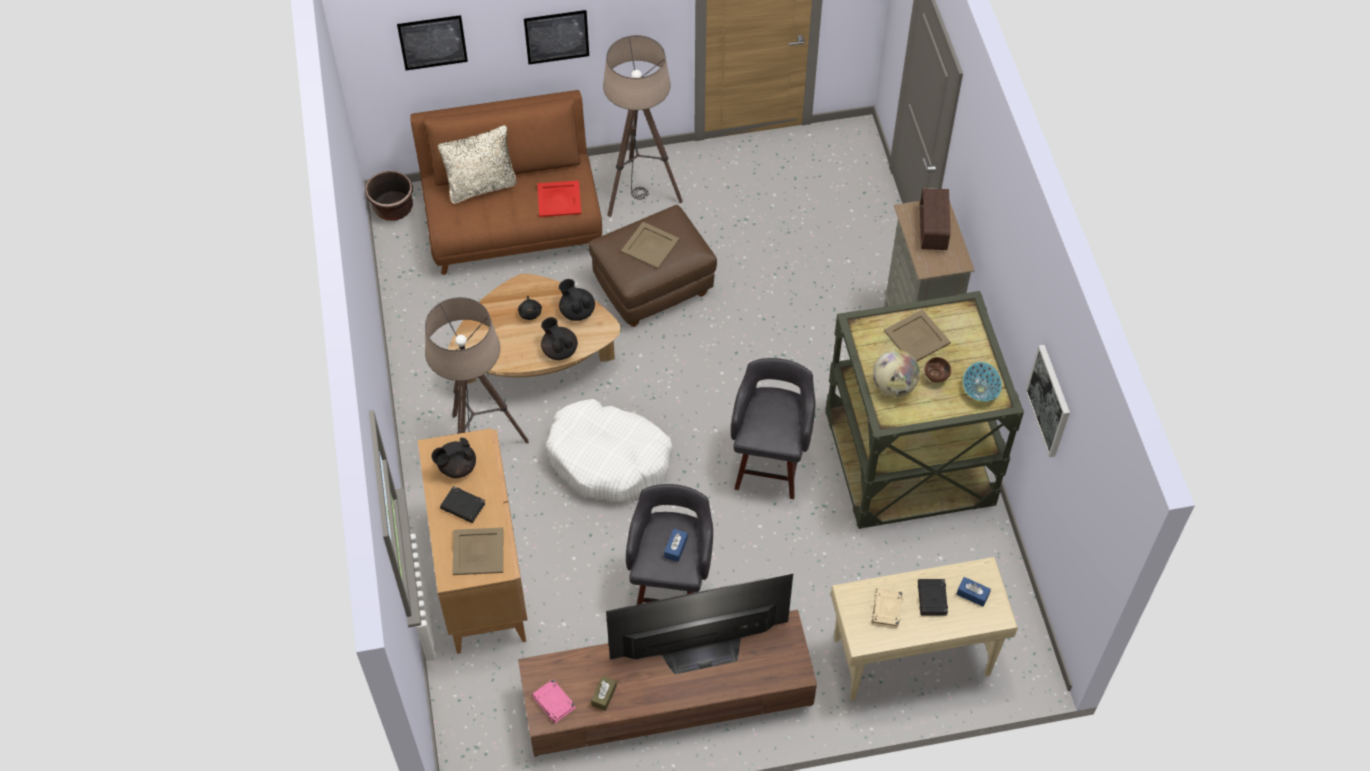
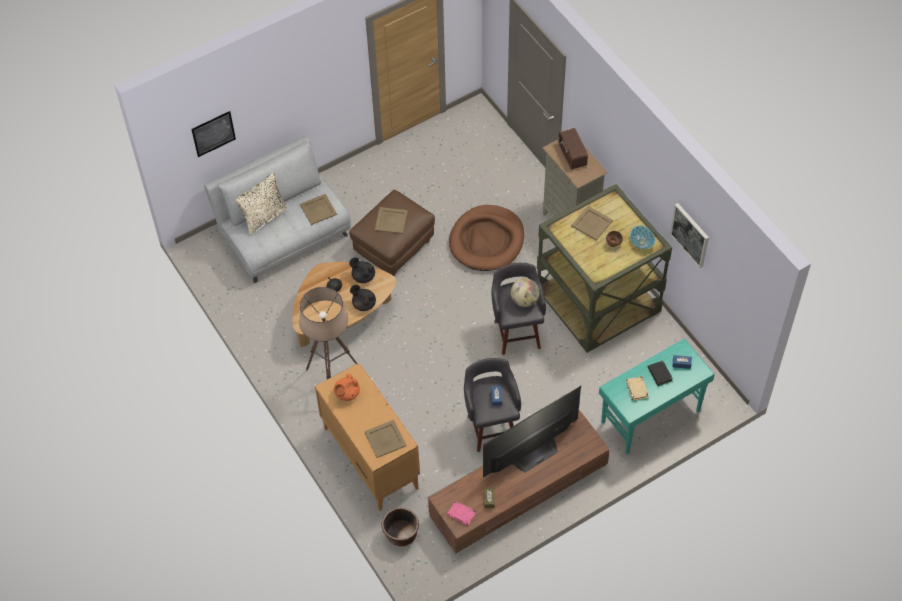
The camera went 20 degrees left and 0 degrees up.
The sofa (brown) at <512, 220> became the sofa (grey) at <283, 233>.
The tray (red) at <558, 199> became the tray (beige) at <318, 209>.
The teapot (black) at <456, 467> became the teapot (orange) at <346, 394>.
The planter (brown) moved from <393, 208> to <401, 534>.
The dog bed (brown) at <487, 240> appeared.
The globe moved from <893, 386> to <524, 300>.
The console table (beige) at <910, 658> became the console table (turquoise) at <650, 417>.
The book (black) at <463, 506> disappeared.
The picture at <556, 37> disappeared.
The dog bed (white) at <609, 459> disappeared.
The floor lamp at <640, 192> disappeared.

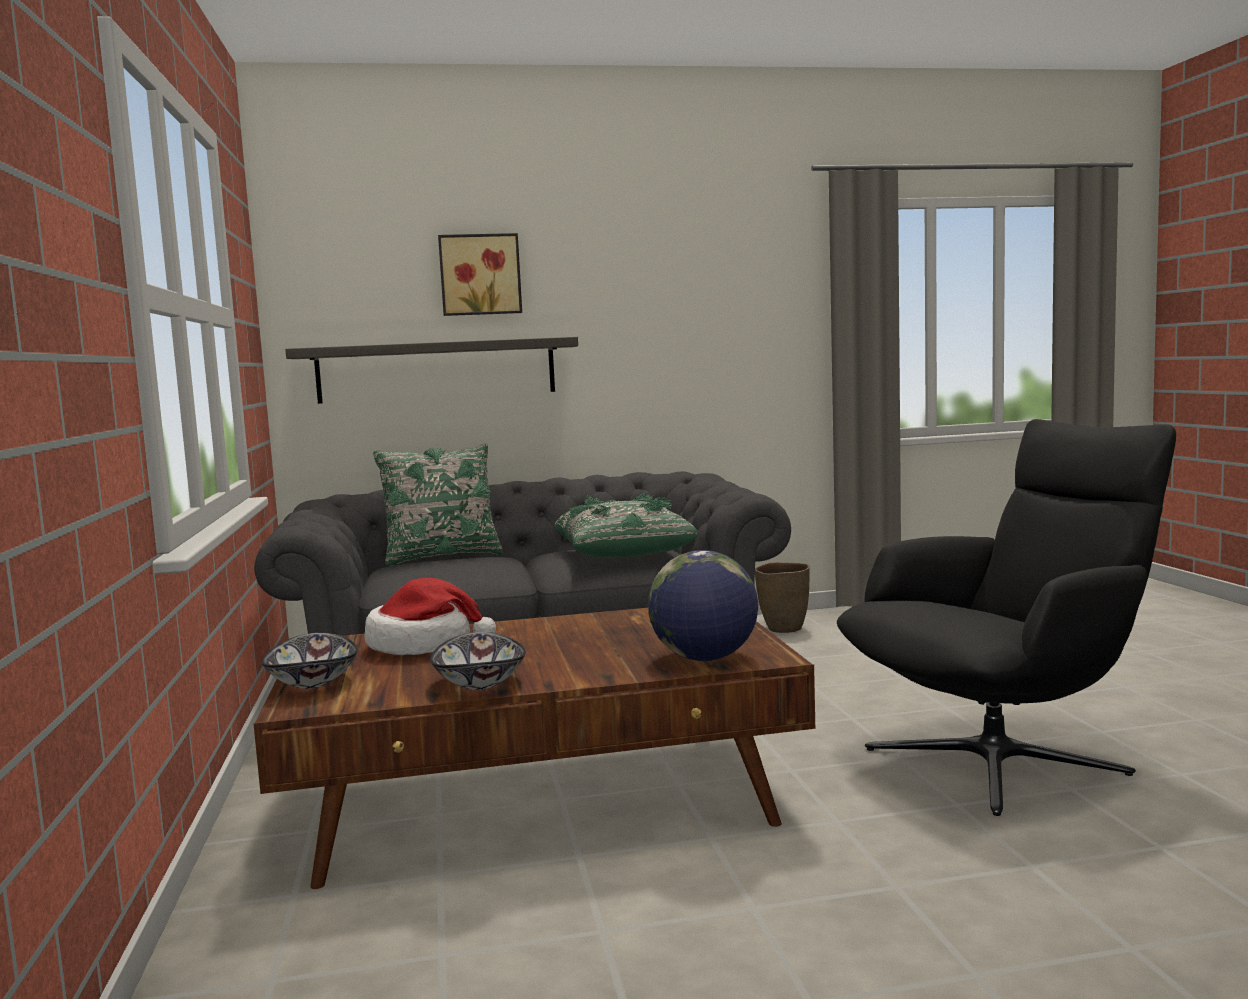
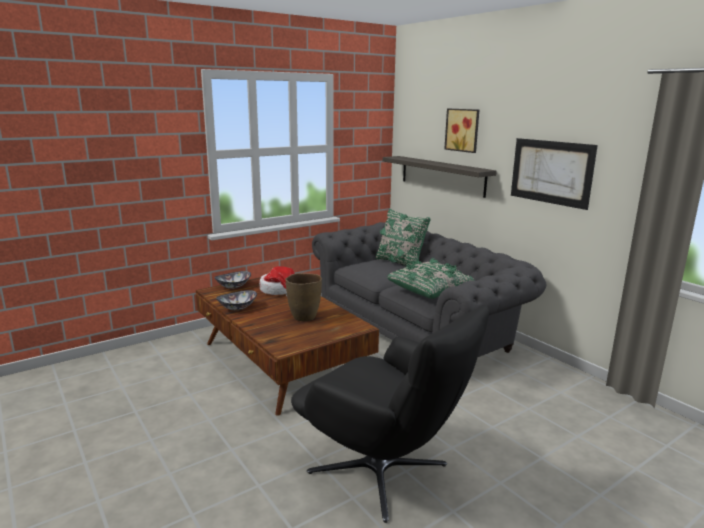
The camera went 65 degrees right and 10 degrees up.
The vase (brown) moved from <783, 629> to <304, 317>.
The picture at <551, 172> appeared.
The globe at <704, 658> disappeared.

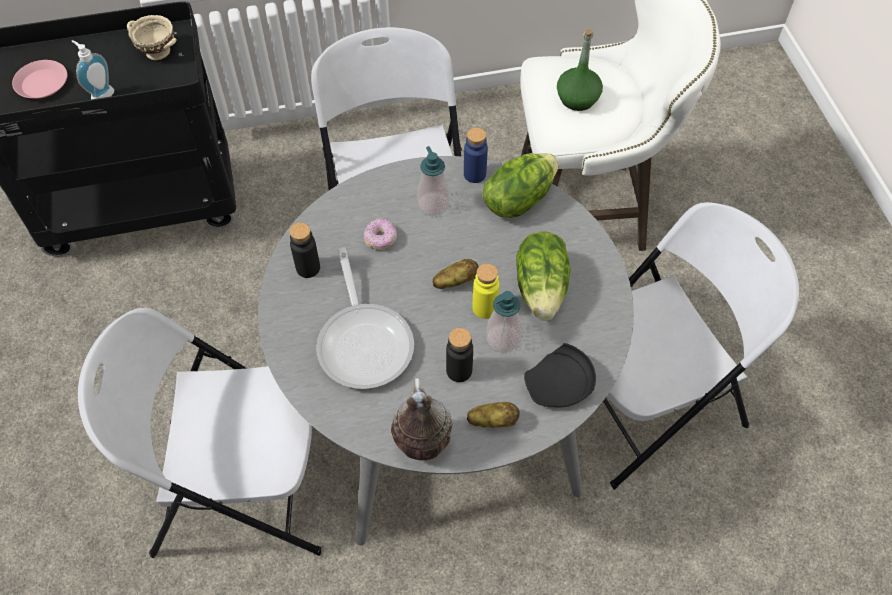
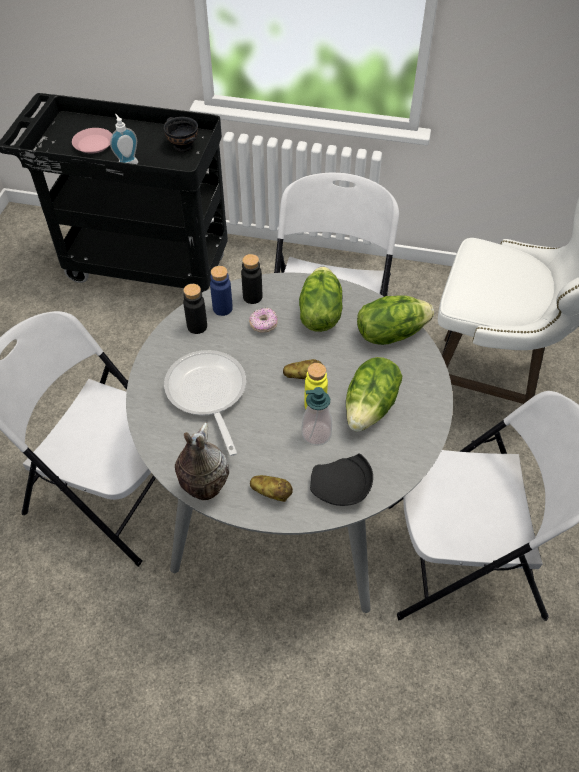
The camera went 25 degrees right and 5 degrees down.
The bowl (beige) at <158, 52> became the bowl (black) at <183, 146>.
The frying pan at <365, 341> turned 150 degrees clockwise.
The bottle (blue) moved from <474, 174> to <222, 308>.
The bottle (black) moved from <459, 371> to <252, 297>.
The soap dispenser at <433, 204> was replaced by the lettuce at <319, 314>.
The bottle (green) at <577, 99> disappeared.

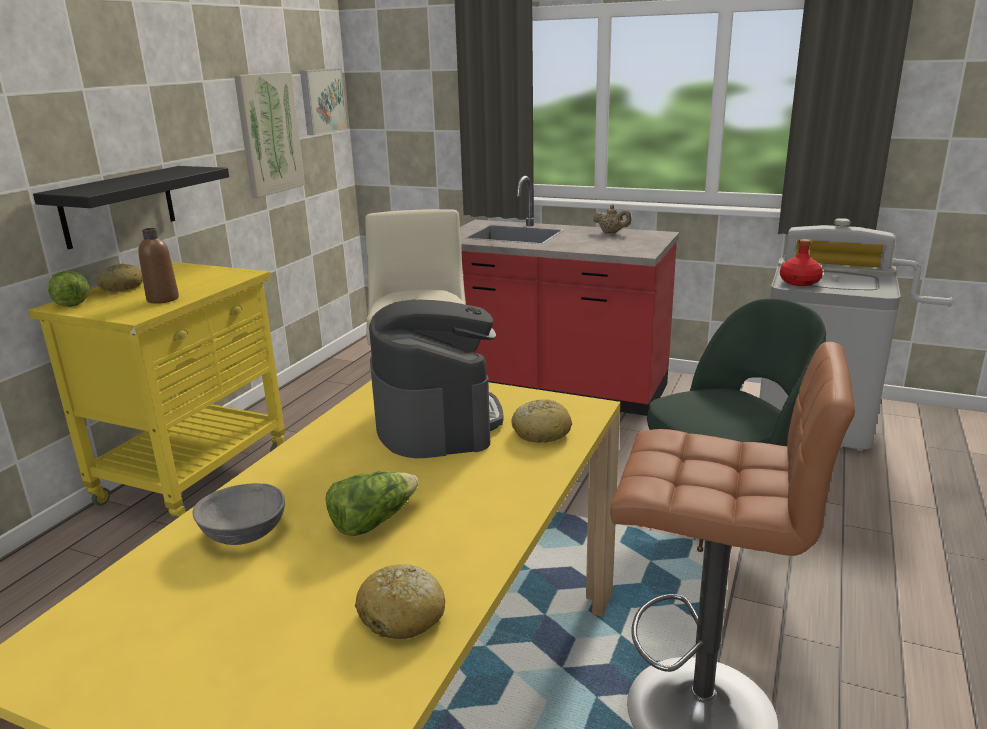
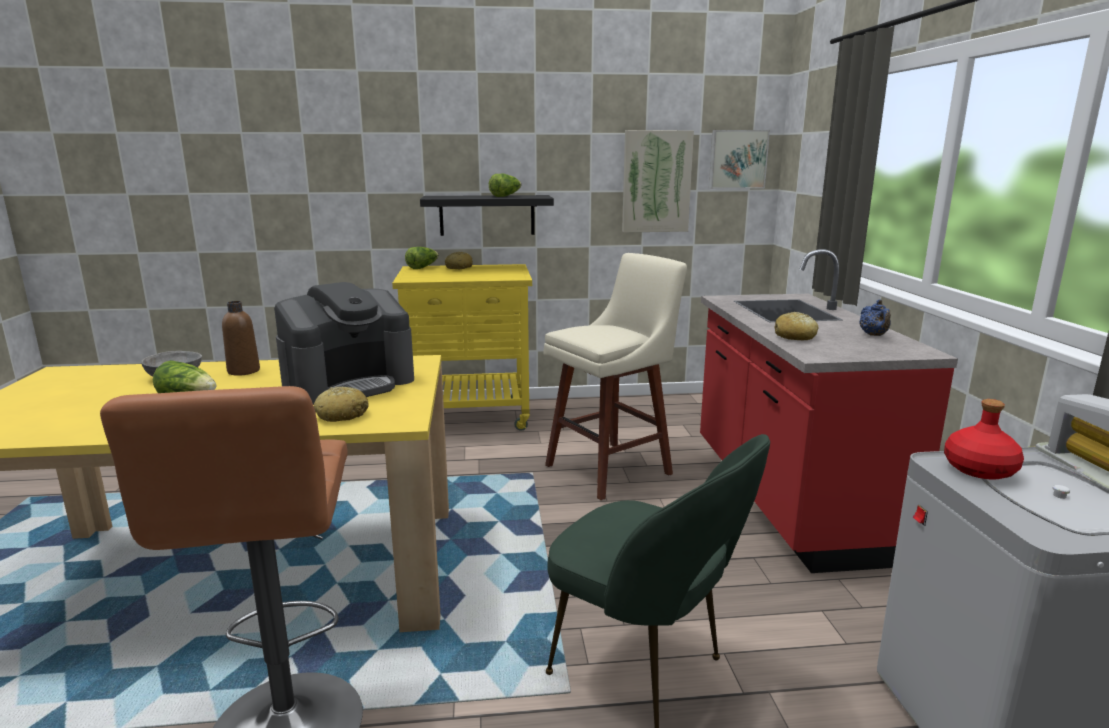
The camera went 60 degrees right and 5 degrees down.
The bottle (brown) moved from <163, 299> to <243, 371>.
The lettuce at <505, 196> appeared.
The bread moved from <402, 615> to <795, 336>.
The teapot (beige) at <611, 233> became the teapot (blue) at <874, 335>.

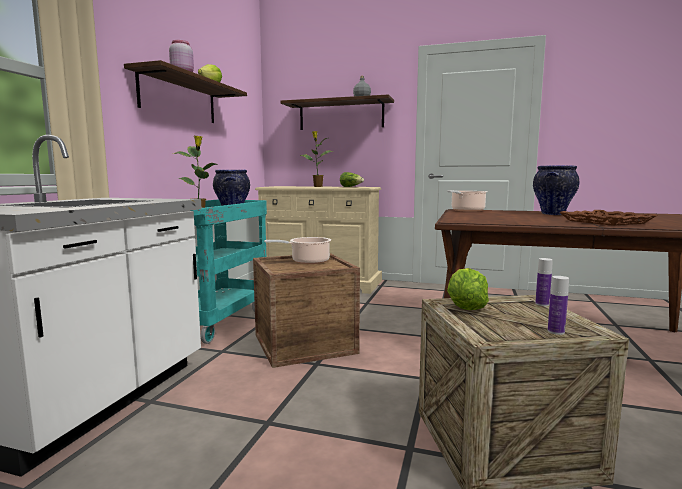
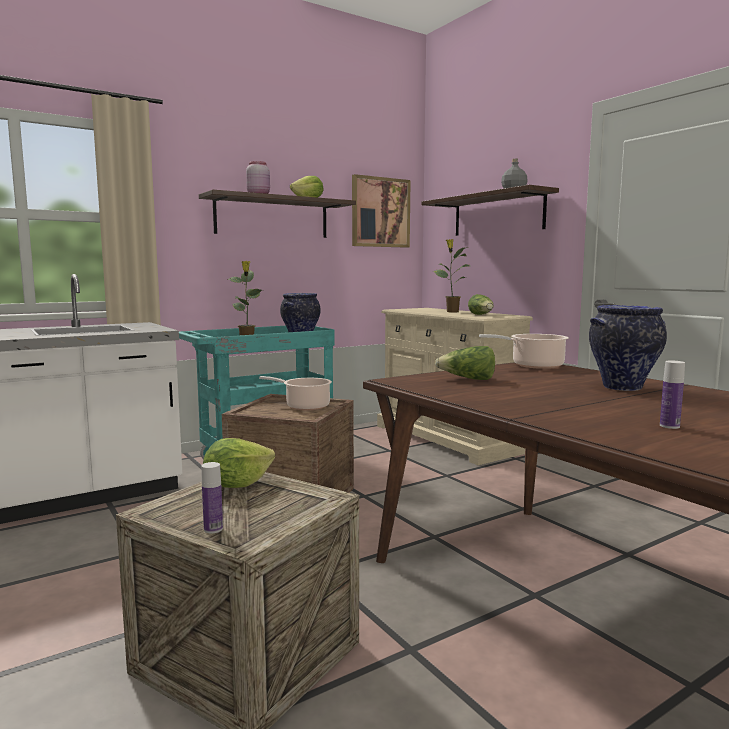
The camera went 40 degrees right and 0 degrees up.
The picture at <380, 212> appeared.
The lettuce at <468, 379> appeared.
The bottle moved from <542, 304> to <669, 426>.
The tray (brown) at <604, 222> disappeared.

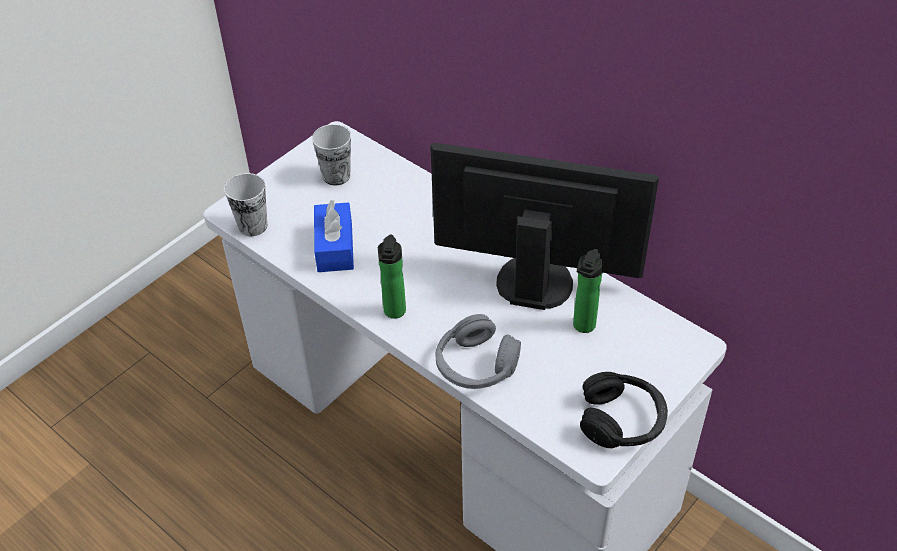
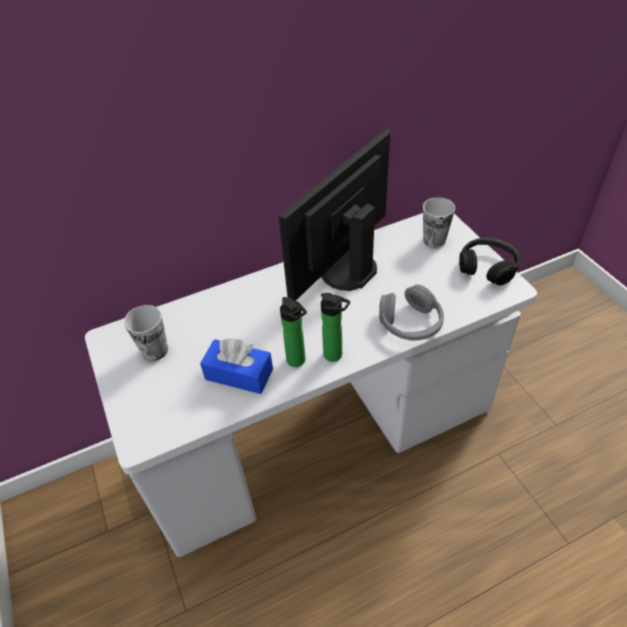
The camera went 65 degrees left and 0 degrees up.
The bottle moved from <582, 327> to <298, 361>.
The cup moved from <253, 226> to <434, 240>.

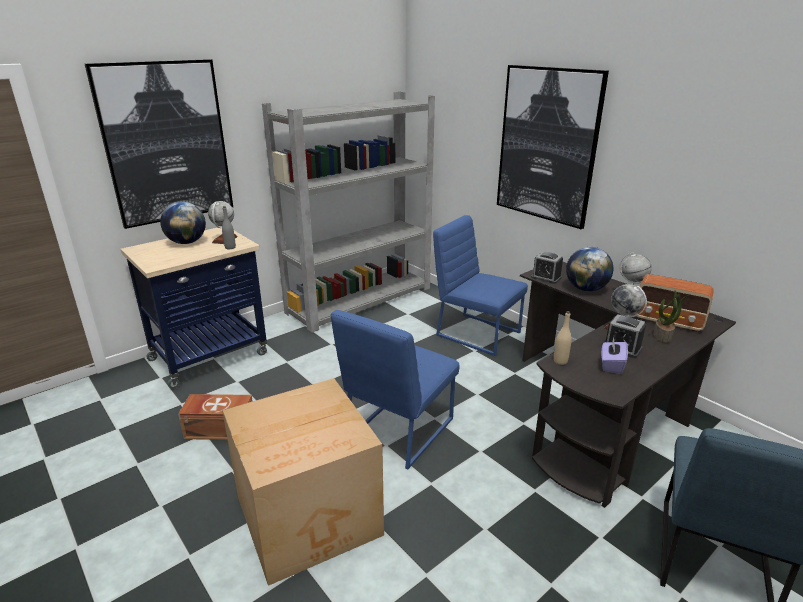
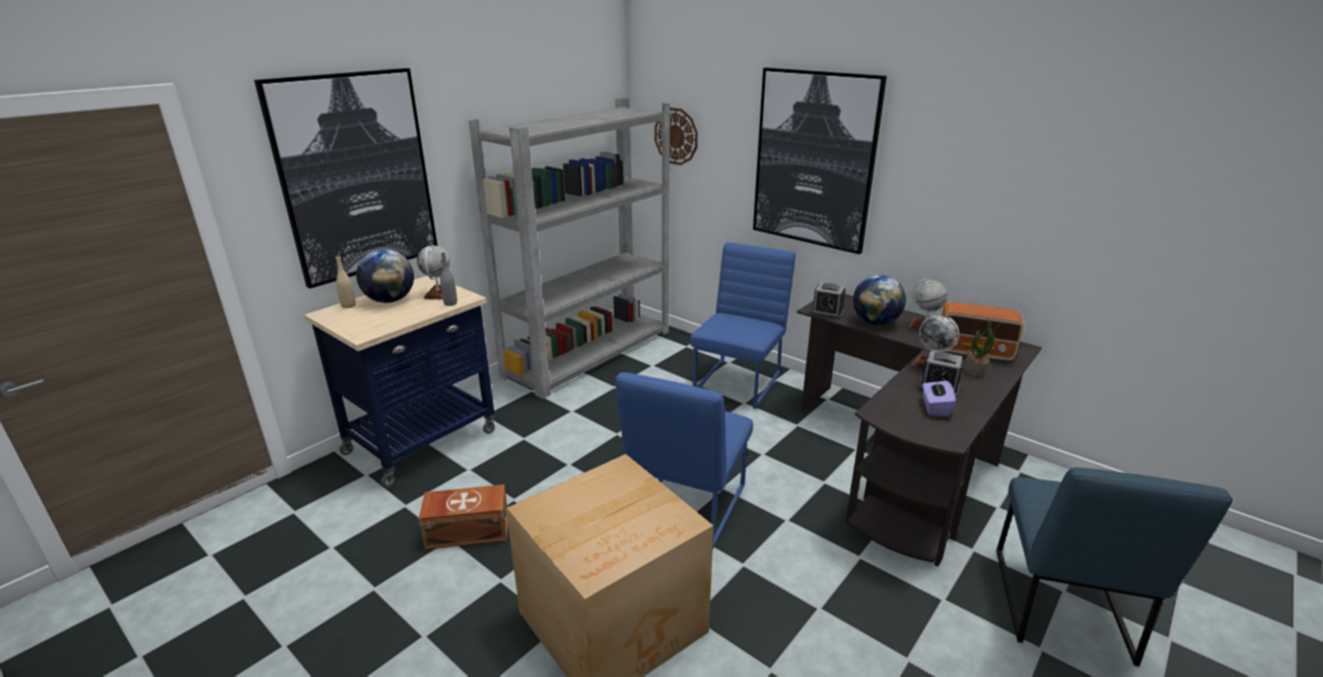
The camera went 10 degrees left and 0 degrees up.
The bottle (beige) moved from <560, 361> to <348, 306>.
The wall clock at <676, 136> appeared.
The chair (blue) at <476, 332> turned 90 degrees clockwise.

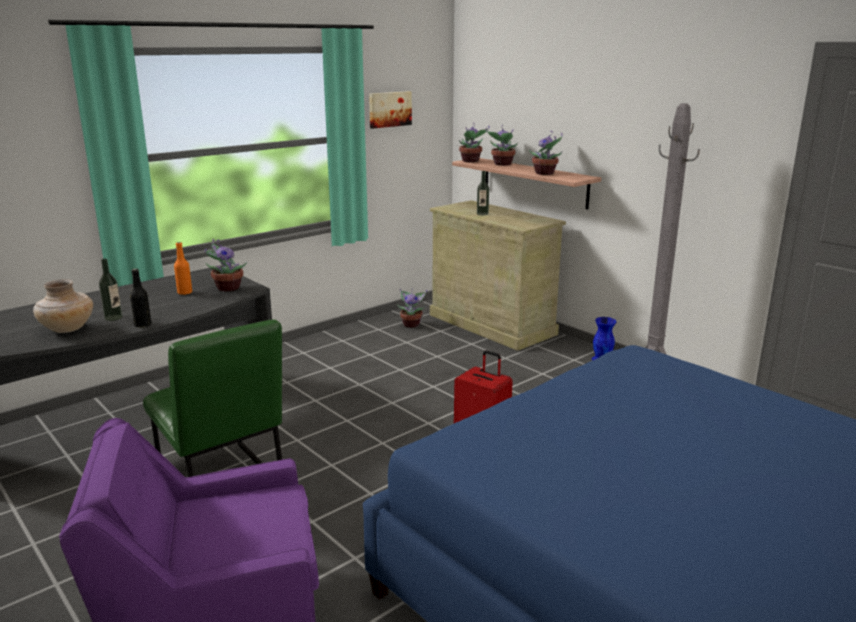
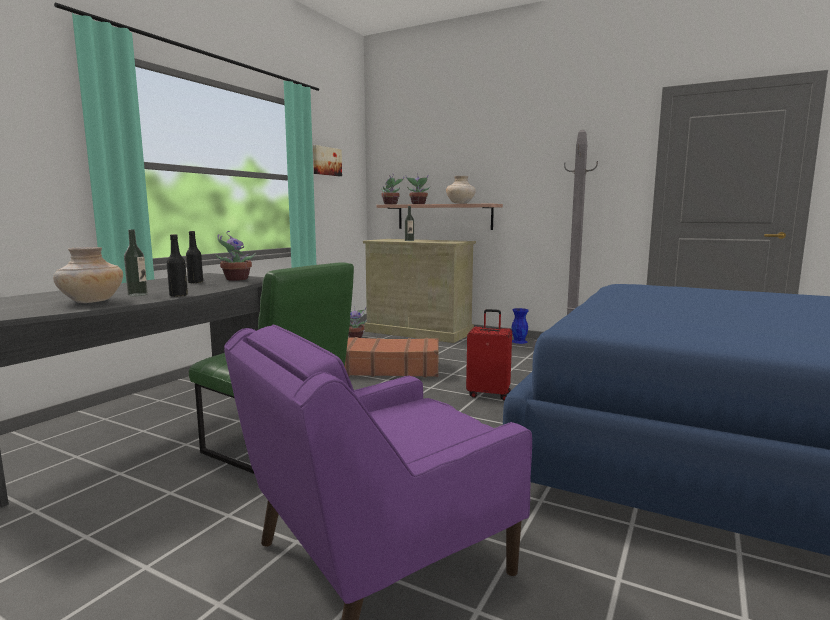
The camera went 20 degrees left and 10 degrees down.
The bottle (orange) at <185, 293> became the bottle (black) at <195, 282>.
The suitcase (brown) at <389, 368> appeared.
The potted plant at <545, 173> was replaced by the vase (beige) at <460, 203>.

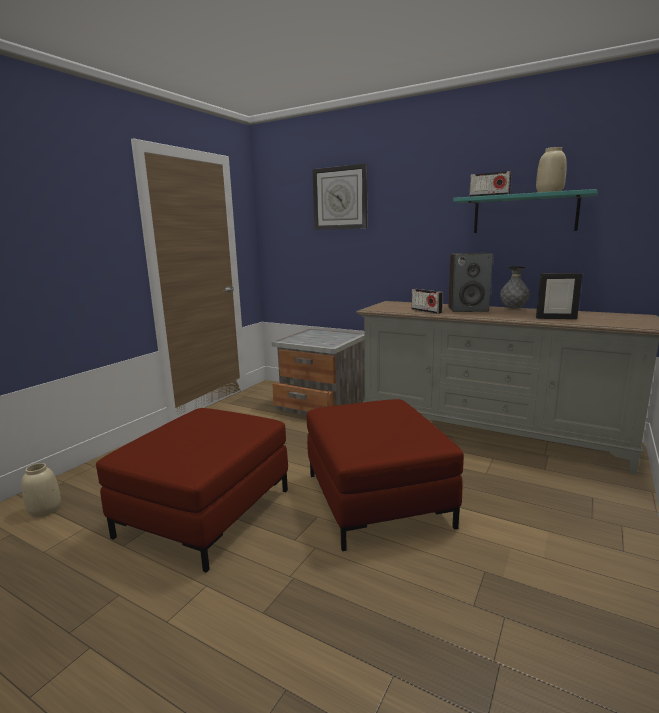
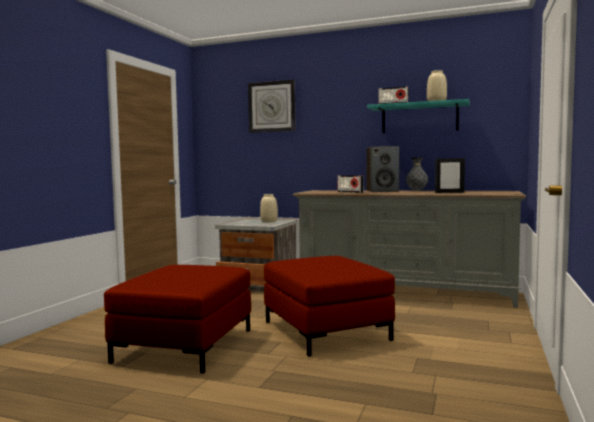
The camera went 10 degrees left and 10 degrees down.
The vase (beige) moved from <45, 510> to <269, 221>.

